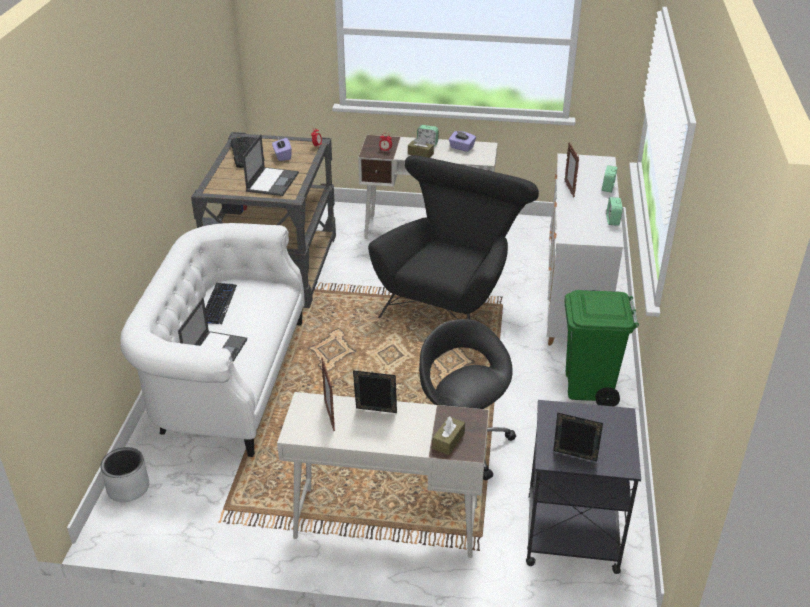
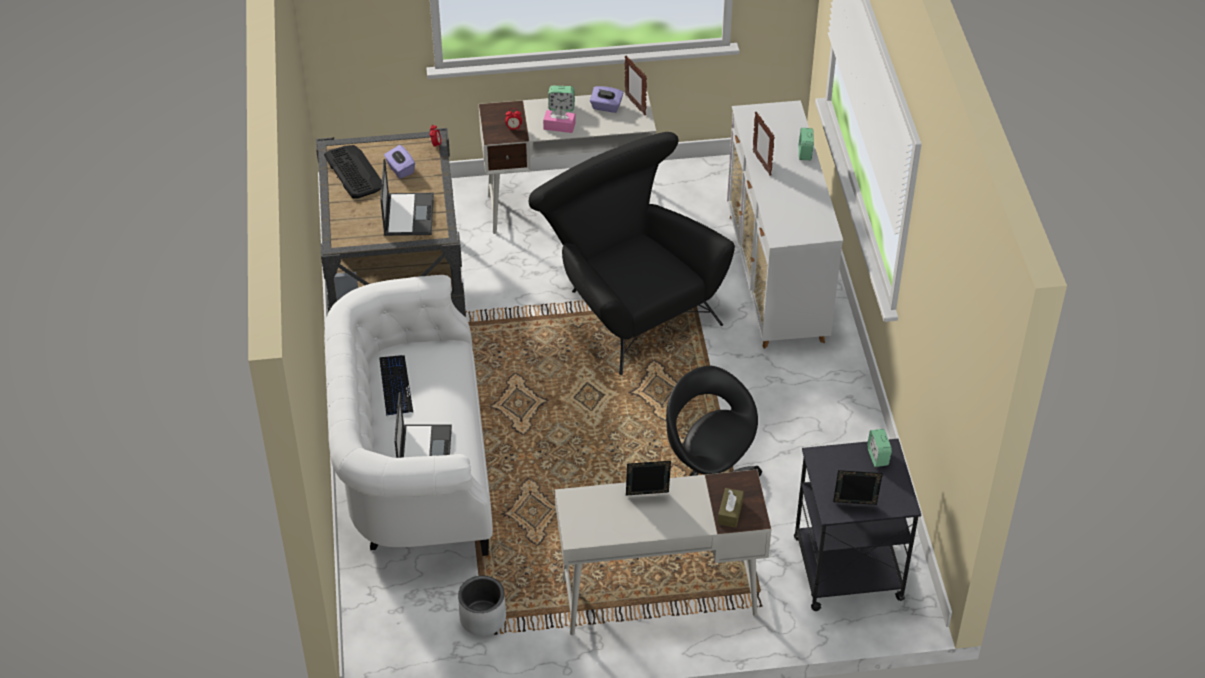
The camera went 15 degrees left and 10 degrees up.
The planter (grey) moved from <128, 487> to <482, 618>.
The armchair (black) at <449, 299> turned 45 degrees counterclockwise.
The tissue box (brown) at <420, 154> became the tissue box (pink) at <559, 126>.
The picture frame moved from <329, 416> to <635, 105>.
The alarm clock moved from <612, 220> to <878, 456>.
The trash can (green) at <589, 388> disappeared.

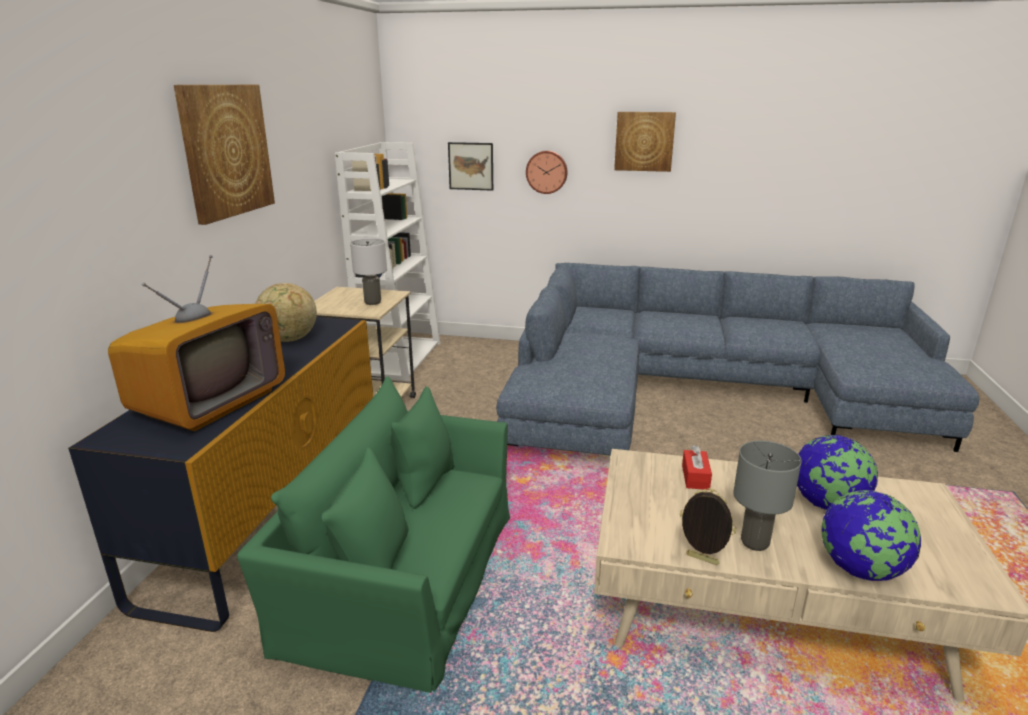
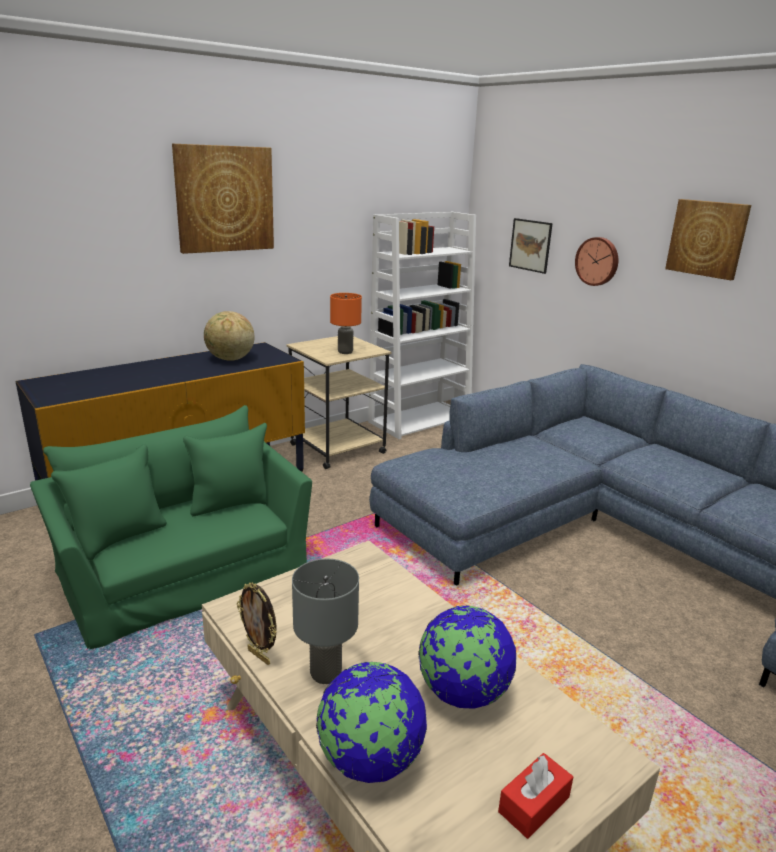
The camera went 40 degrees right and 0 degrees up.
The picture frame at <701, 560> turned 150 degrees clockwise.
The table lamp (white) at <372, 303> became the table lamp (orange) at <344, 352>.
The tissue box (red) moved from <695, 477> to <534, 804>.
The television at <210, 403> disappeared.

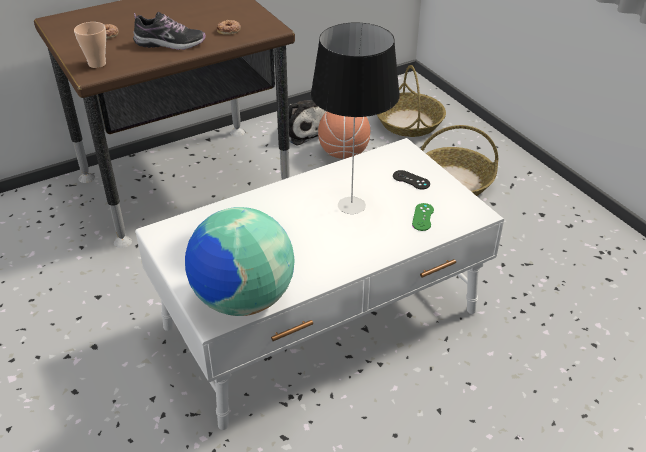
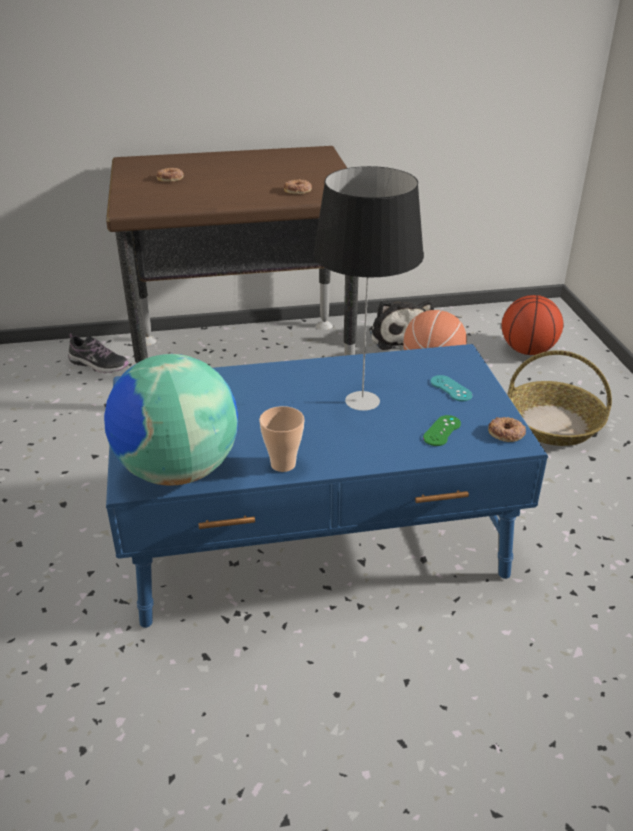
The camera went 20 degrees right and 5 degrees down.
The shoe moved from <170, 43> to <98, 364>.
The coffee table (white) at <322, 319> became the coffee table (blue) at <317, 538>.
The cup moved from <97, 64> to <283, 464>.
The game controller (black) at <411, 180> became the game controller (turquoise) at <451, 388>.
The donut at <506, 433> appeared.
The basket at <409, 123> was replaced by the basketball at <527, 350>.

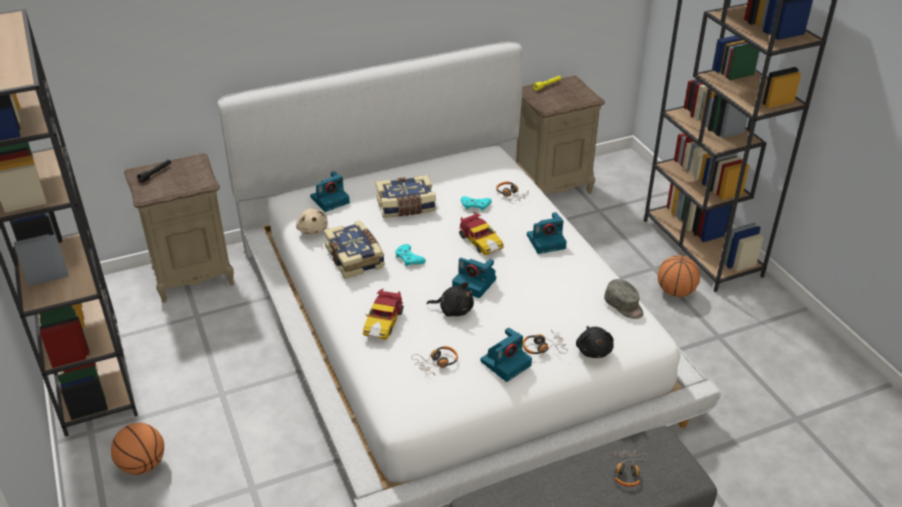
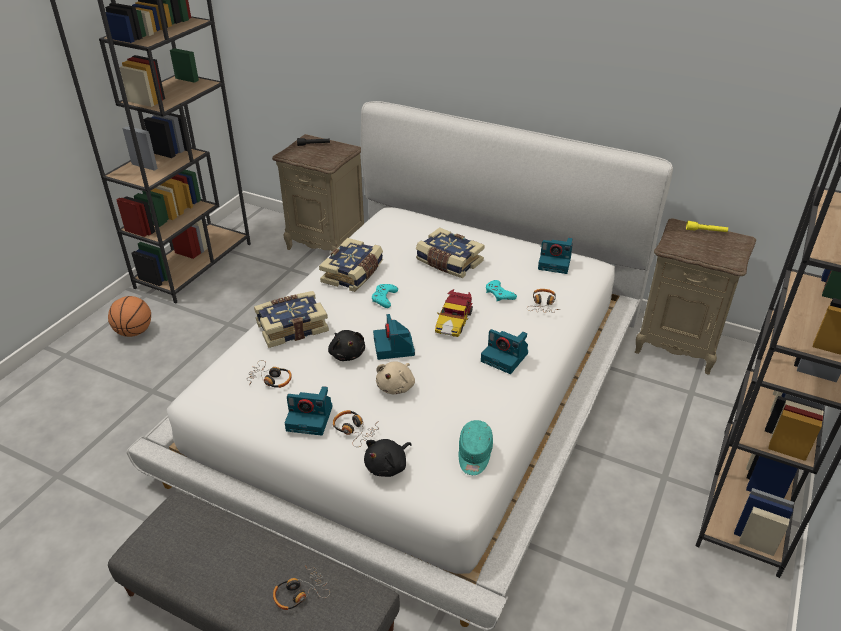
The camera went 50 degrees right and 0 degrees up.
The toy car at <383, 322> was replaced by the book at <291, 327>.
The plush toy (beige) moved from <312, 230> to <396, 386>.
The cap (grey) at <624, 306> became the cap (turquoise) at <474, 454>.
The photo camera moved from <330, 199> to <555, 263>.
The basketball at <675, 292> disappeared.

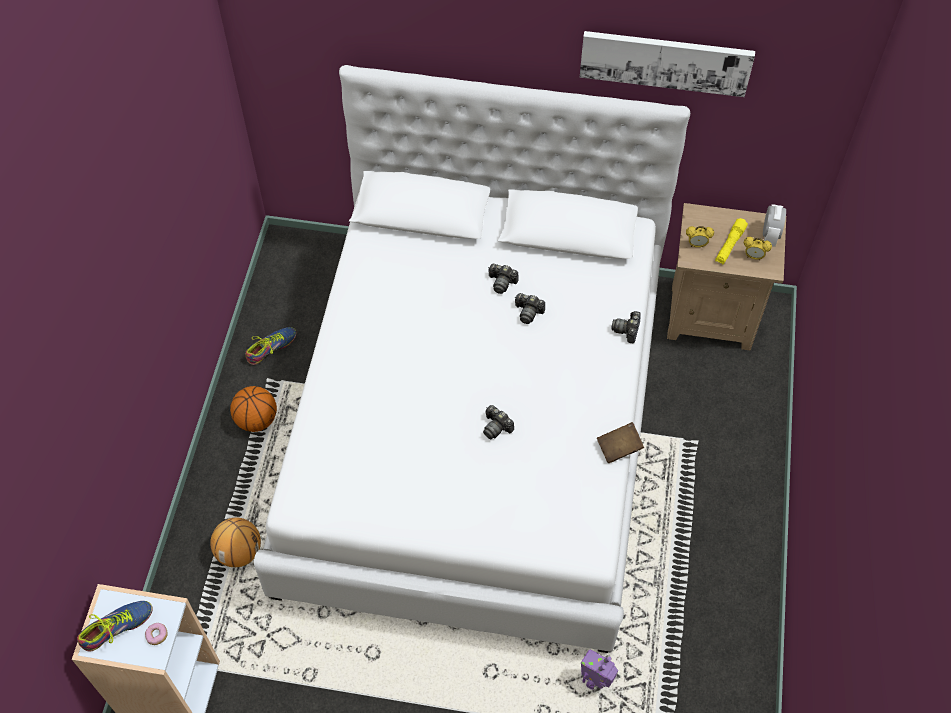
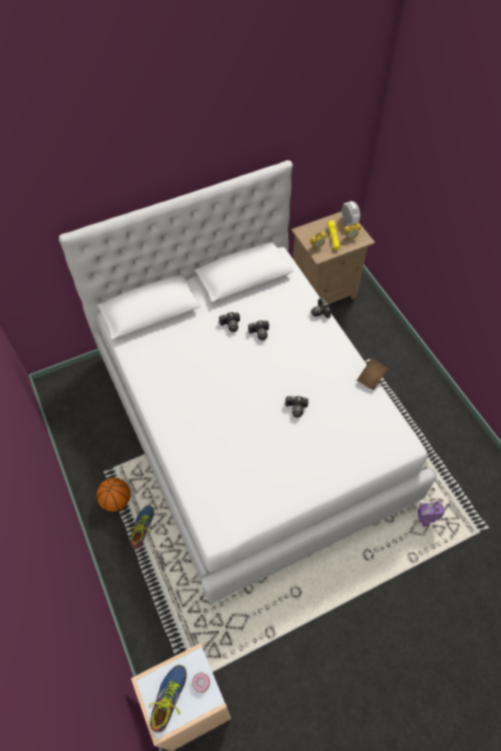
The camera went 35 degrees left and 0 degrees up.
The shoe moved from <271, 347> to <142, 528>.
The basketball at <239, 552> disappeared.
The picture at <665, 61> disappeared.

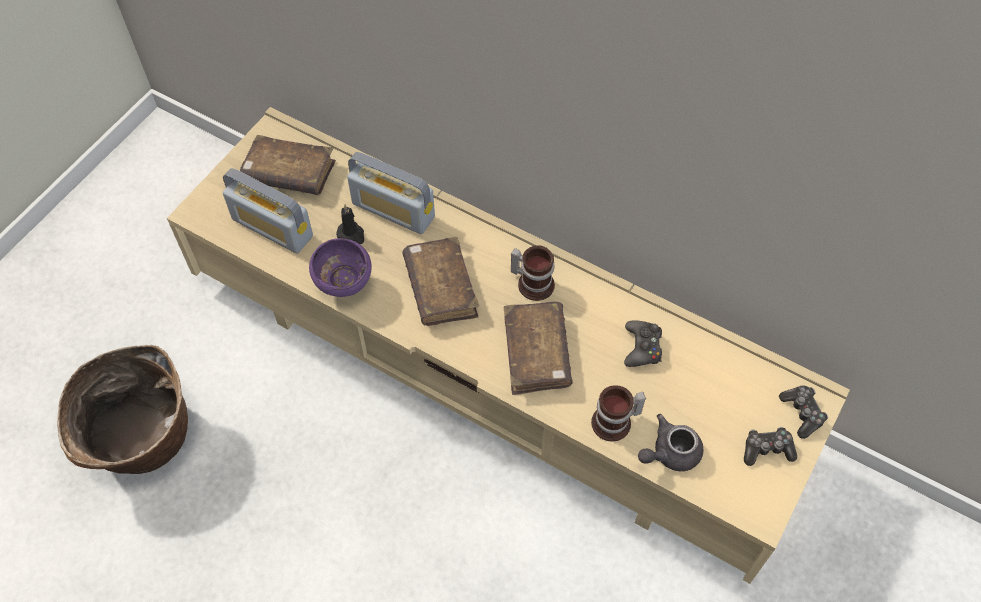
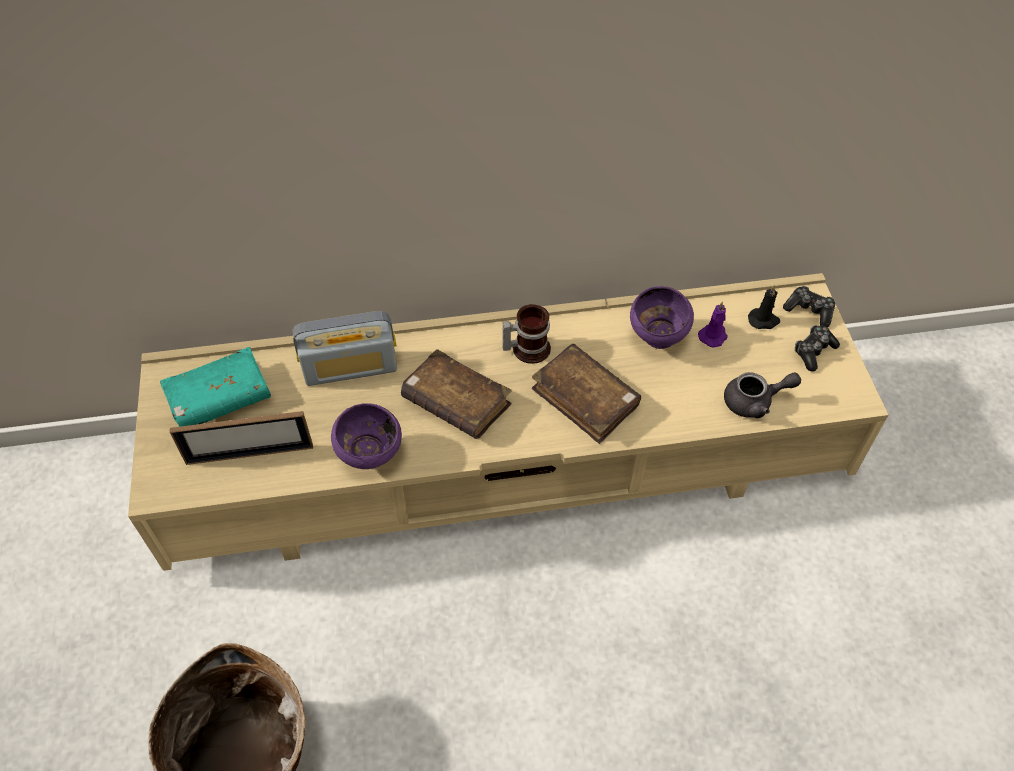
The camera went 40 degrees left and 5 degrees down.
The book (brown) at <289, 174> became the book (turquoise) at <219, 398>.
The radio at <272, 228> was replaced by the picture frame at <250, 454>.
The game controller (black) at <642, 347> was replaced by the bowl (purple) at <658, 340>.
The candle (purple) at <713, 335> appeared.
The teapot (grey) at <669, 453> turned 120 degrees counterclockwise.
The candle (black) moved from <351, 235> to <763, 320>.
The mug at <615, 423> disappeared.

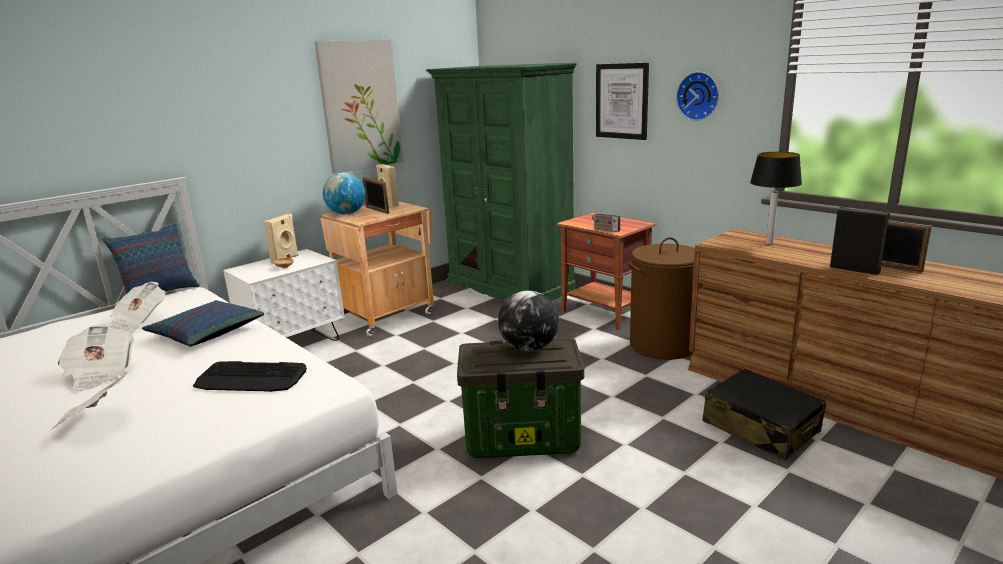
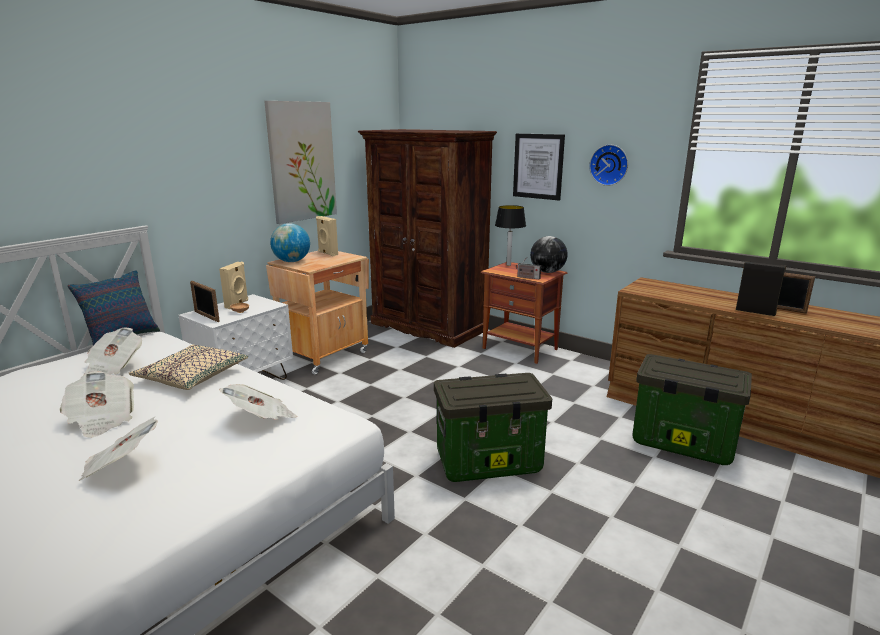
The camera went 10 degrees left and 0 degrees up.
The pillow (blue) at <206, 333> became the pillow (beige) at <192, 376>.
The picture frame moved from <377, 210> to <206, 316>.
The keyboard at <251, 378> was replaced by the newspaper at <261, 418>.
The wardrobe (green) at <509, 286> became the wardrobe (brown) at <428, 326>.
The table lamp moved from <769, 243> to <508, 265>.
The globe moved from <529, 348> to <547, 272>.
The suitcase (black) at <760, 427> was replaced by the storage box at <681, 443>.
The laundry basket (brown) at <663, 345> disappeared.

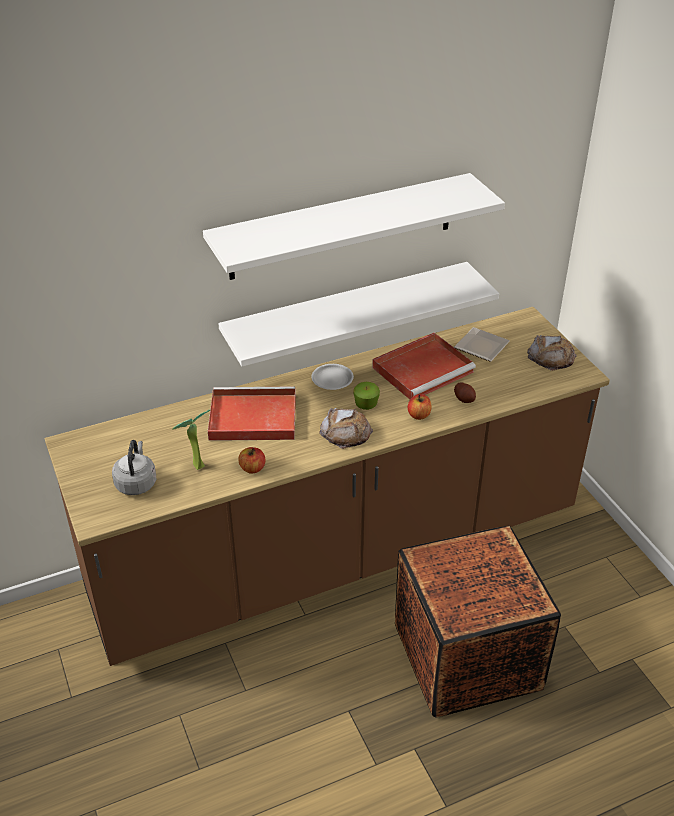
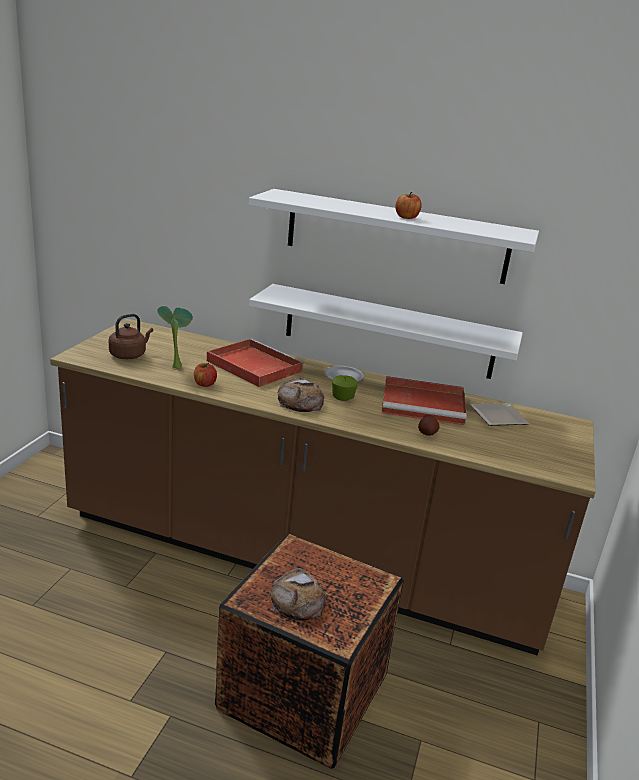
The camera went 40 degrees right and 15 degrees down.
The kettle (grey) at <136, 482> became the kettle (brown) at <129, 355>.
The bread moved from <551, 357> to <298, 601>.
The apple moved from <419, 415> to <406, 217>.

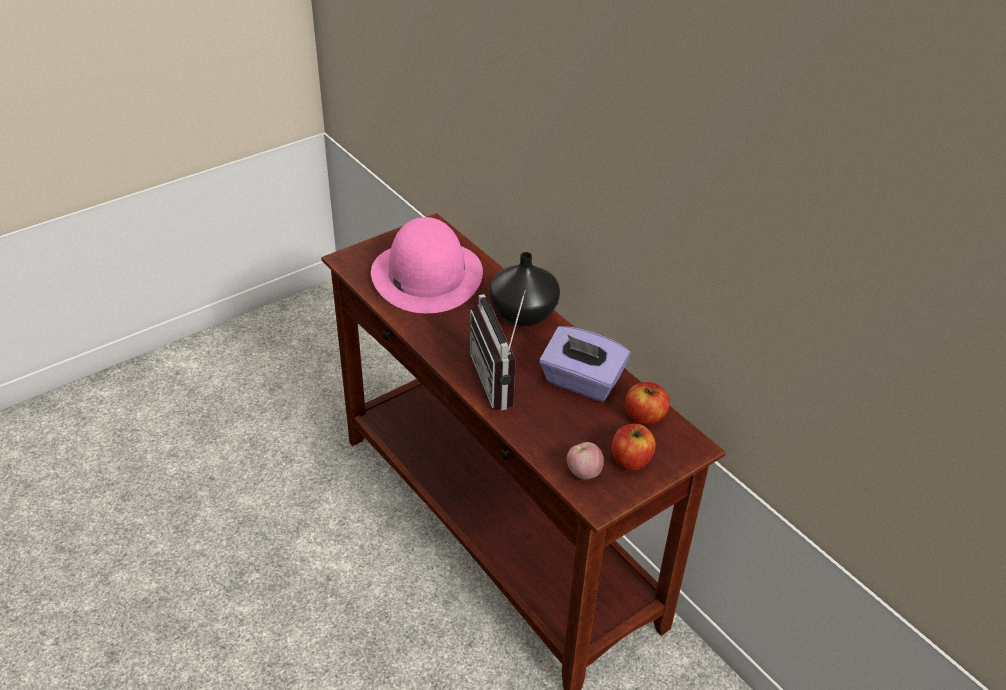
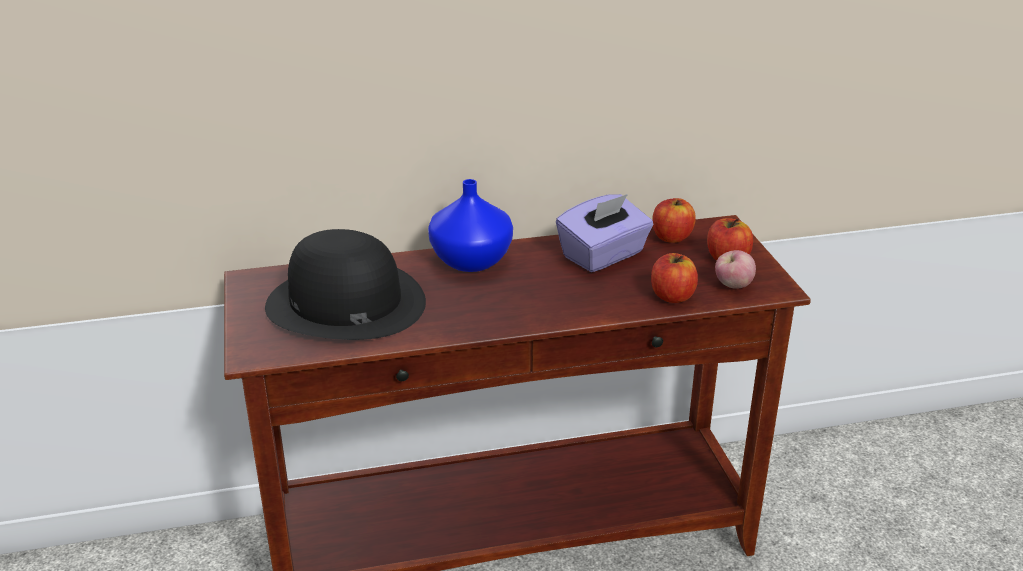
The camera went 65 degrees left and 10 degrees down.
The hat (pink) at <426, 275> became the hat (black) at <345, 303>.
The vase (black) at <522, 313> became the vase (blue) at <469, 261>.
The apple at <672, 296> appeared.
The radio at <502, 380> disappeared.

